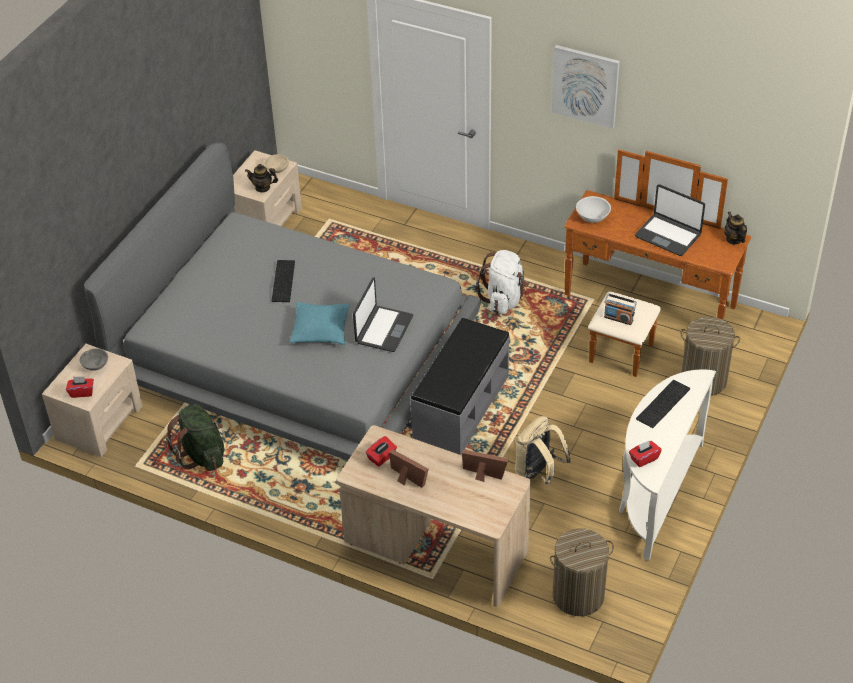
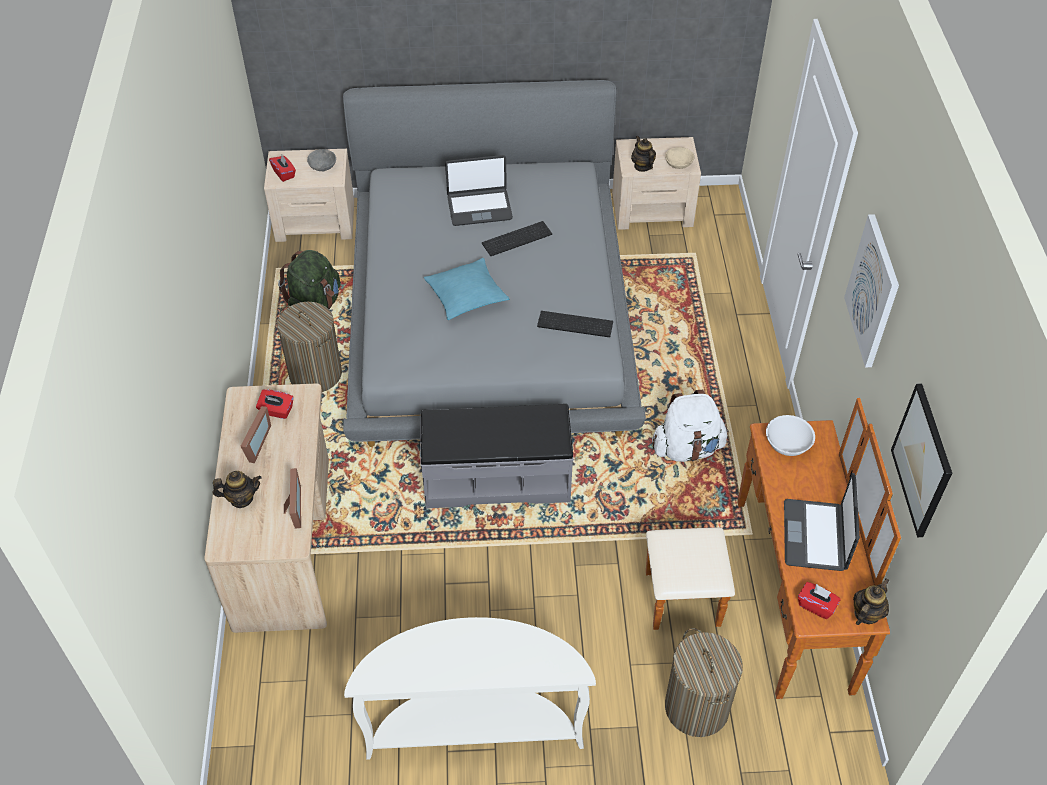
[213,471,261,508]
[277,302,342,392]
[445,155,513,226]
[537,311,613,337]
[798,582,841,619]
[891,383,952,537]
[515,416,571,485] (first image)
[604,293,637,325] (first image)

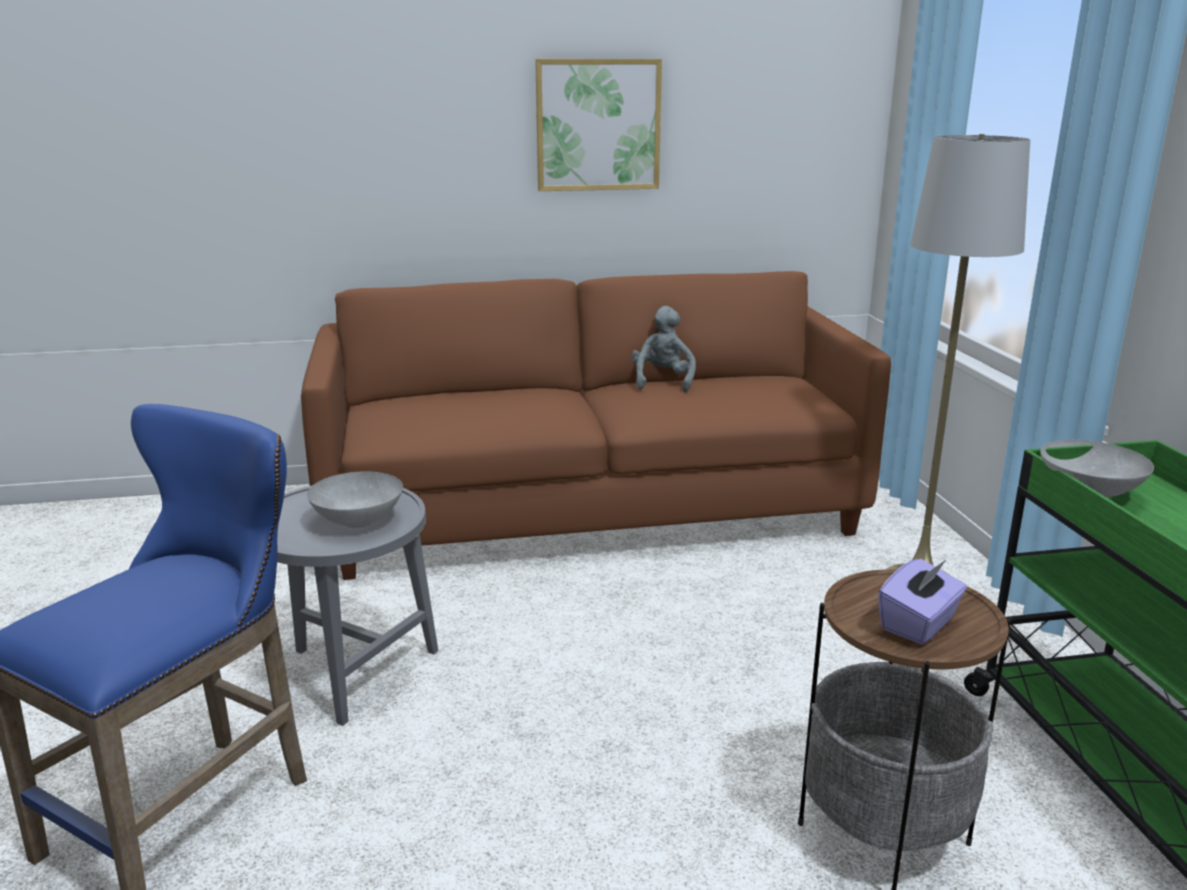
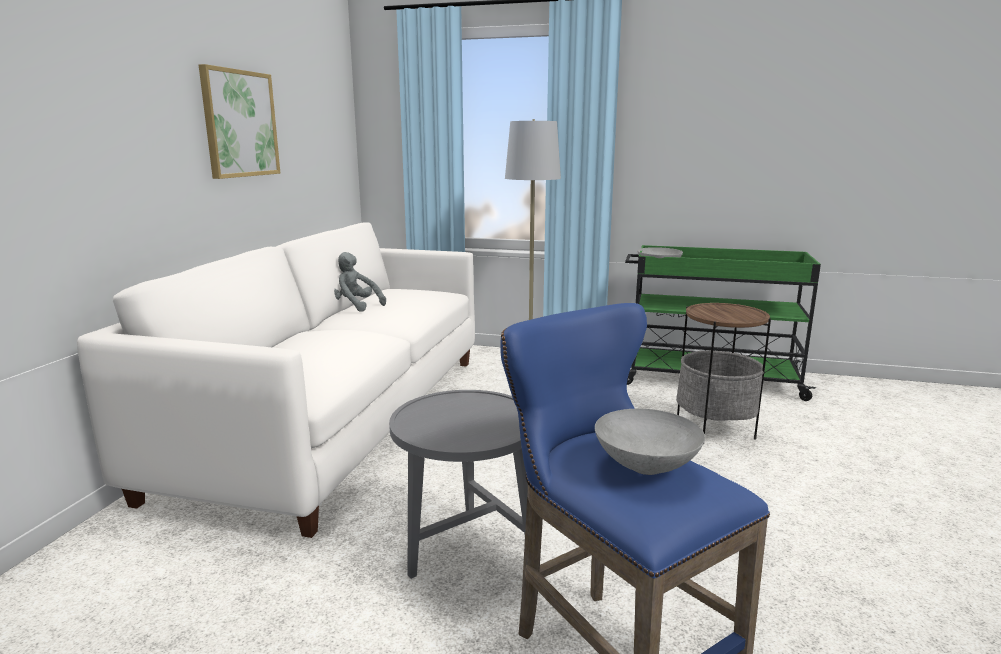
[77,222,475,538]
[595,409,705,475]
[878,559,967,644] (first image)

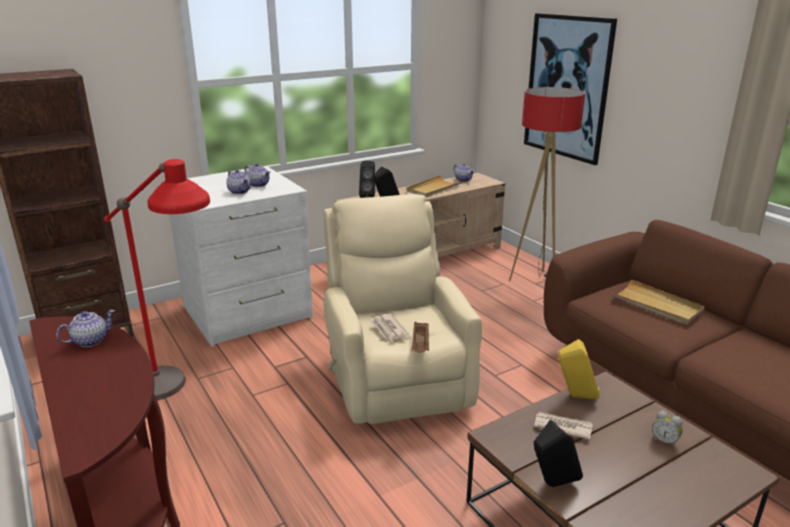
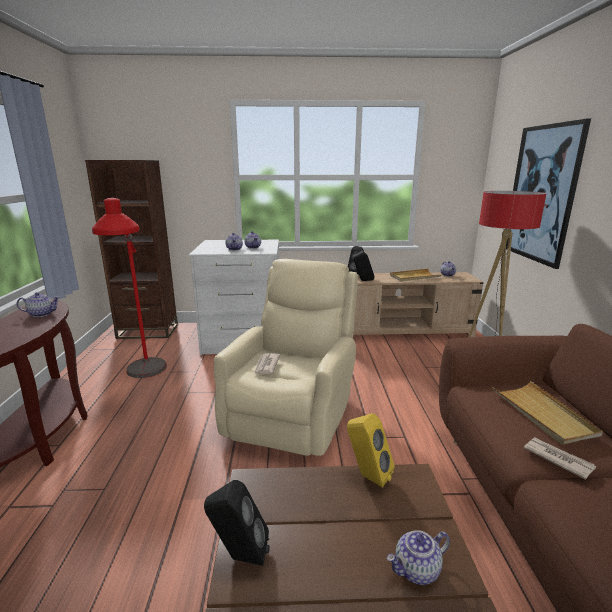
[387,530,450,585]
[524,437,596,480]
[412,322,429,352] (first image)

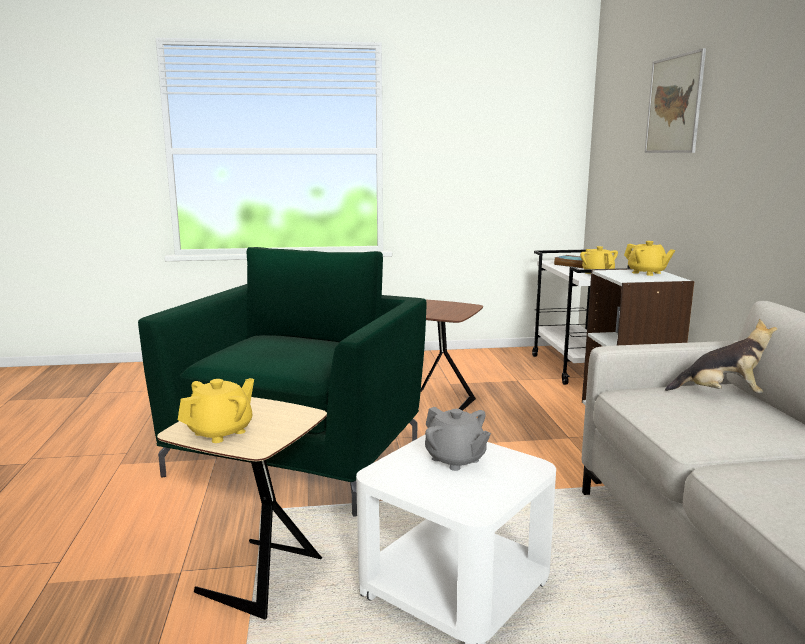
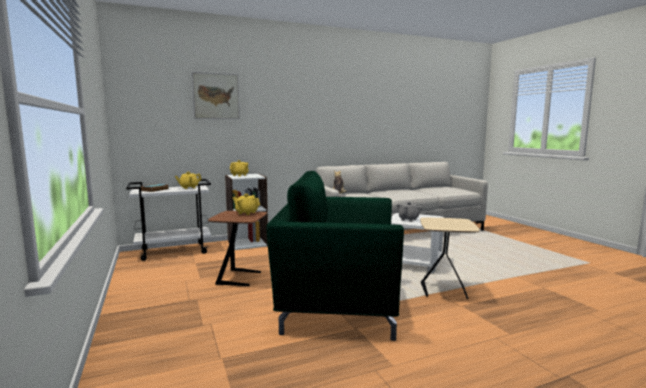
[232,194,260,215]

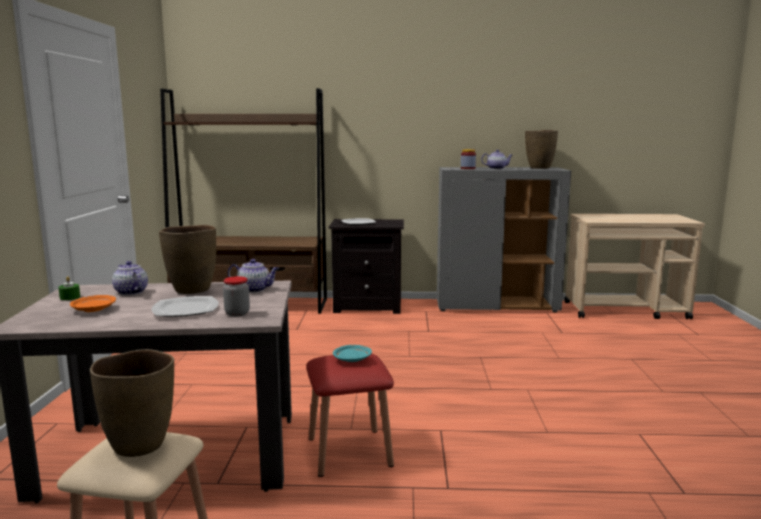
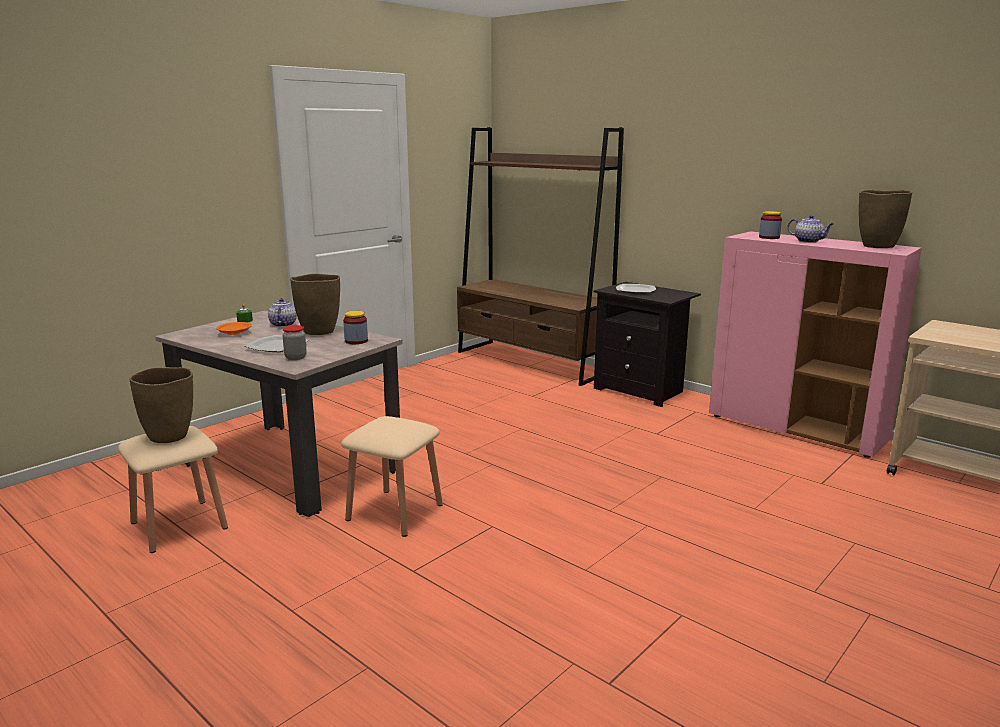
[341,416,443,537]
[343,311,368,344]
[709,231,922,458]
[333,345,372,362] (first image)

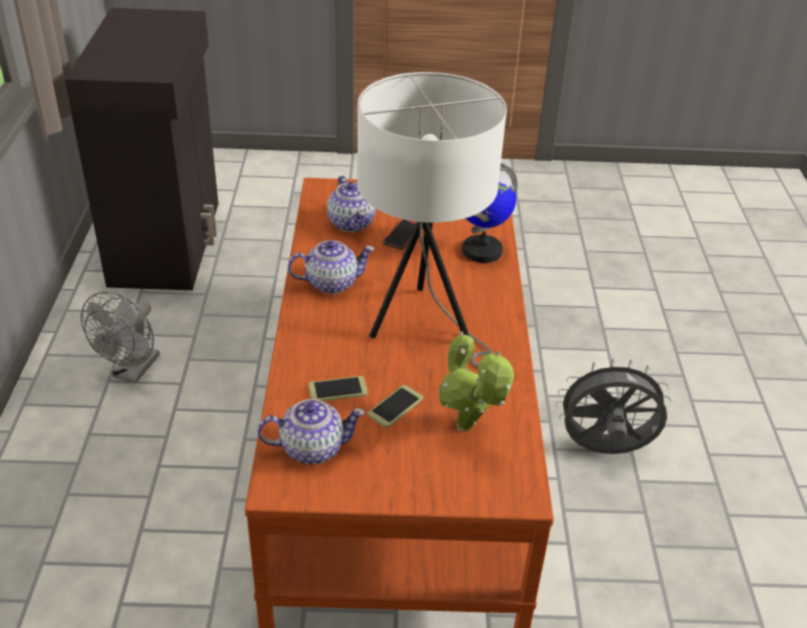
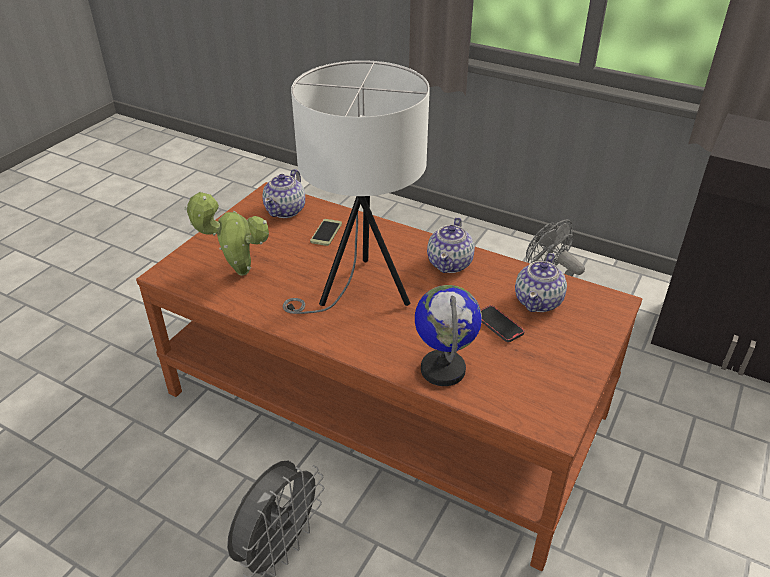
[515,253,567,312]
[367,385,423,428] (first image)

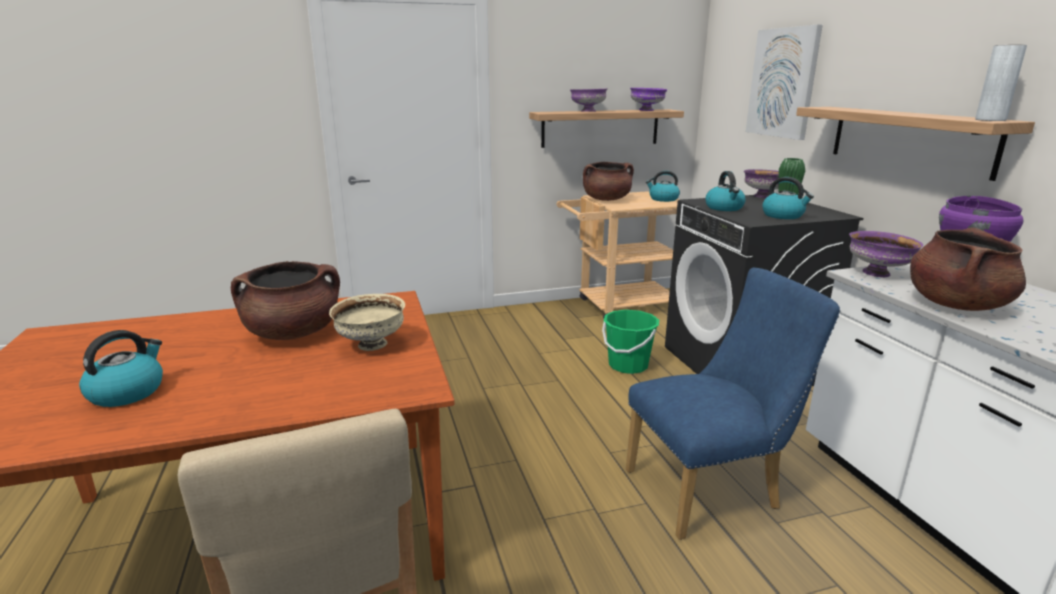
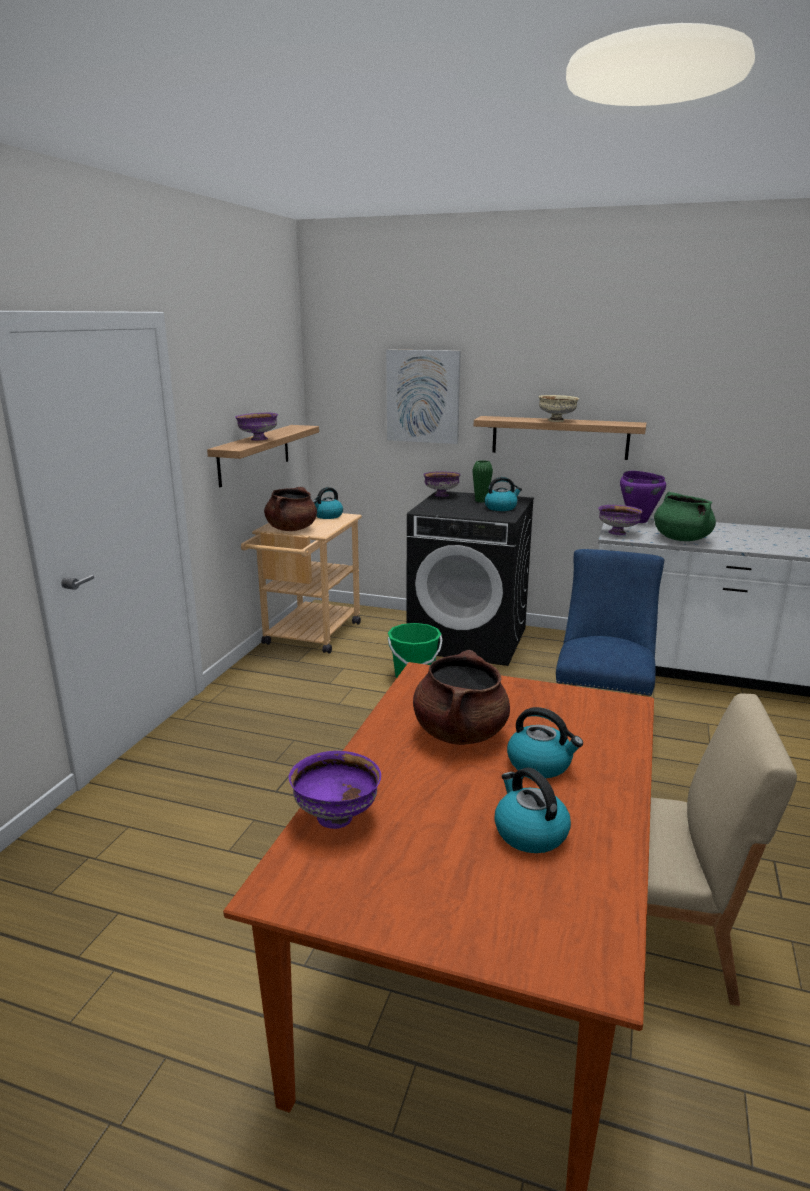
[289,751,381,829]
[507,707,583,778]
[538,395,579,422]
[654,492,716,541]
[975,45,1027,121] (first image)

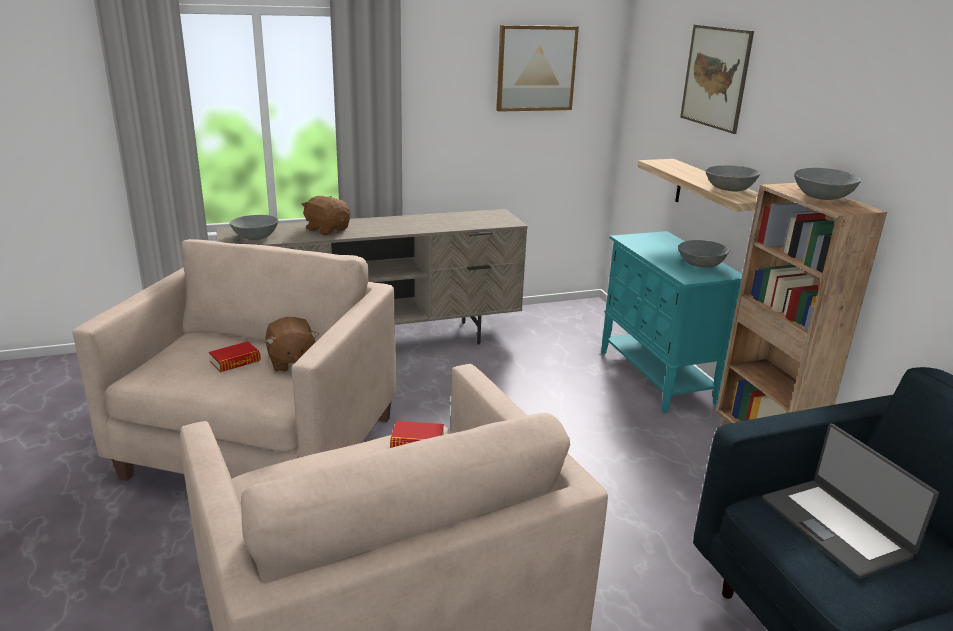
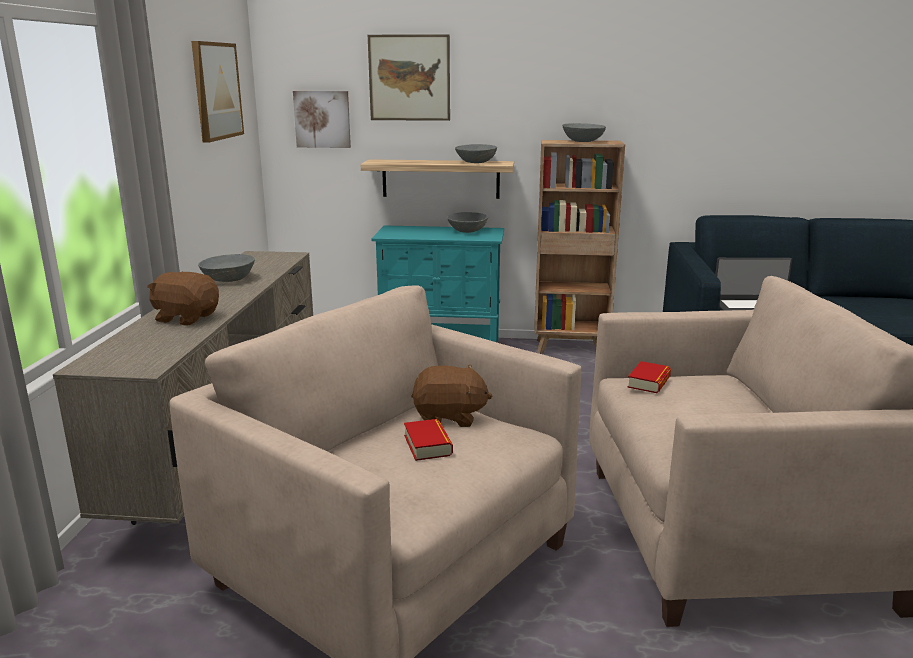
[147,271,219,326]
[198,254,255,282]
[293,91,351,148]

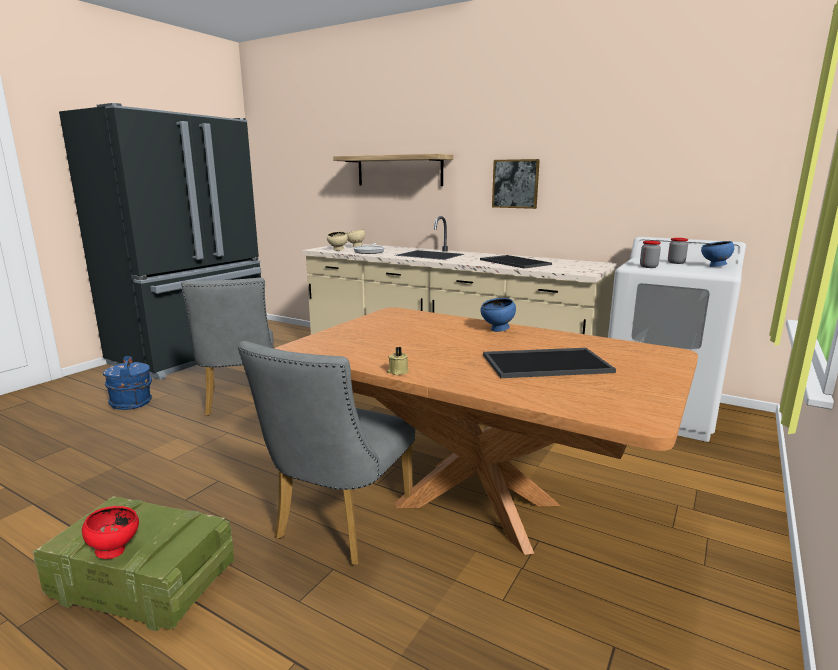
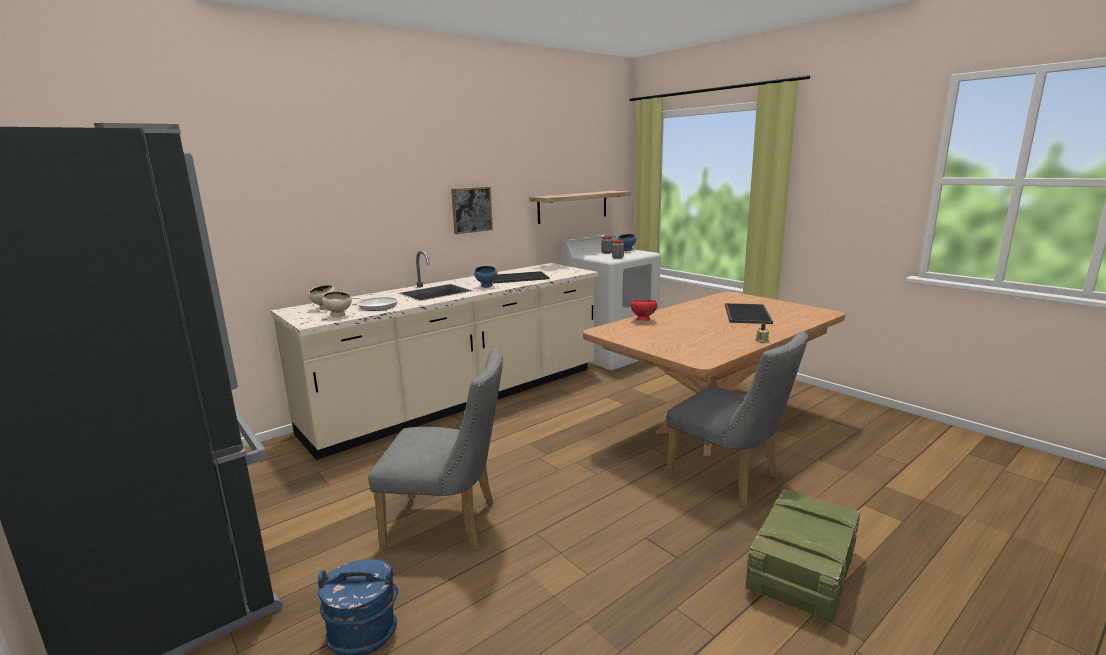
[474,266,497,288]
[529,191,631,224]
[631,300,657,320]

